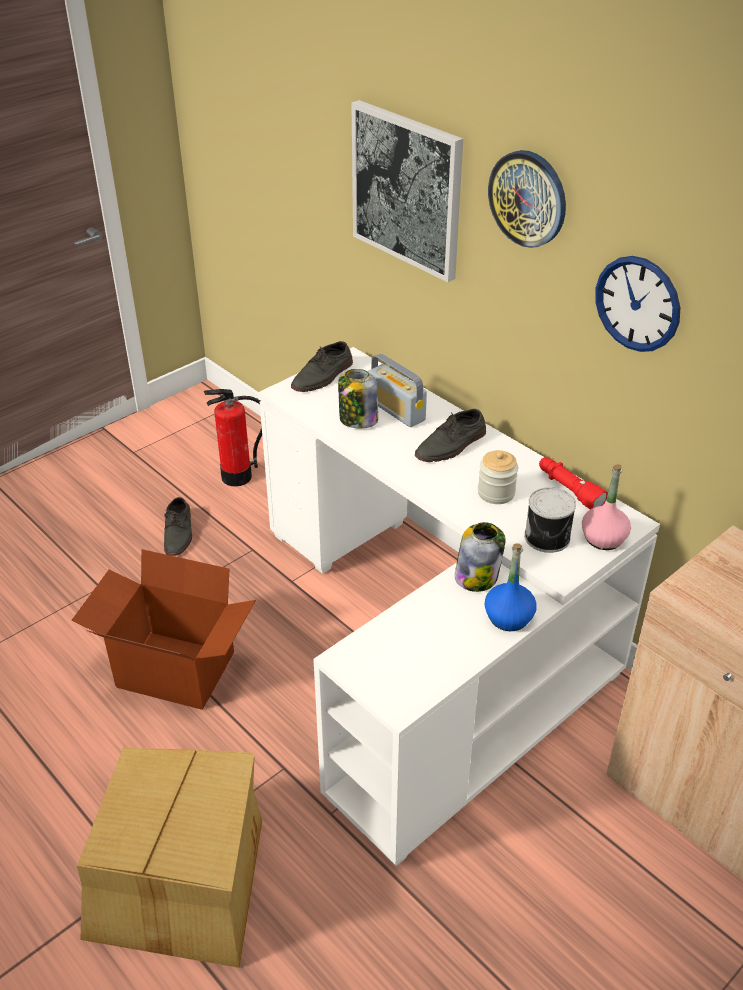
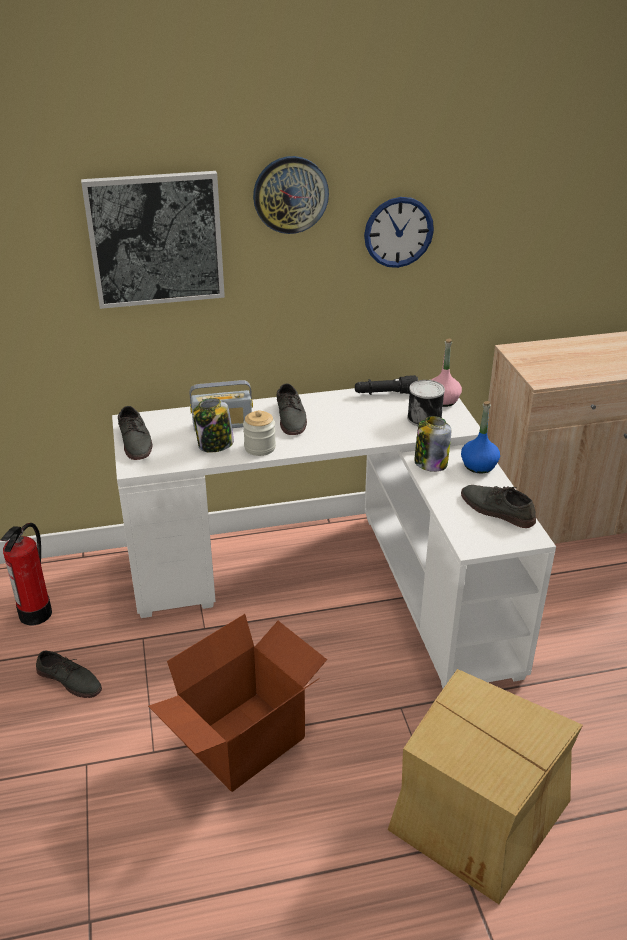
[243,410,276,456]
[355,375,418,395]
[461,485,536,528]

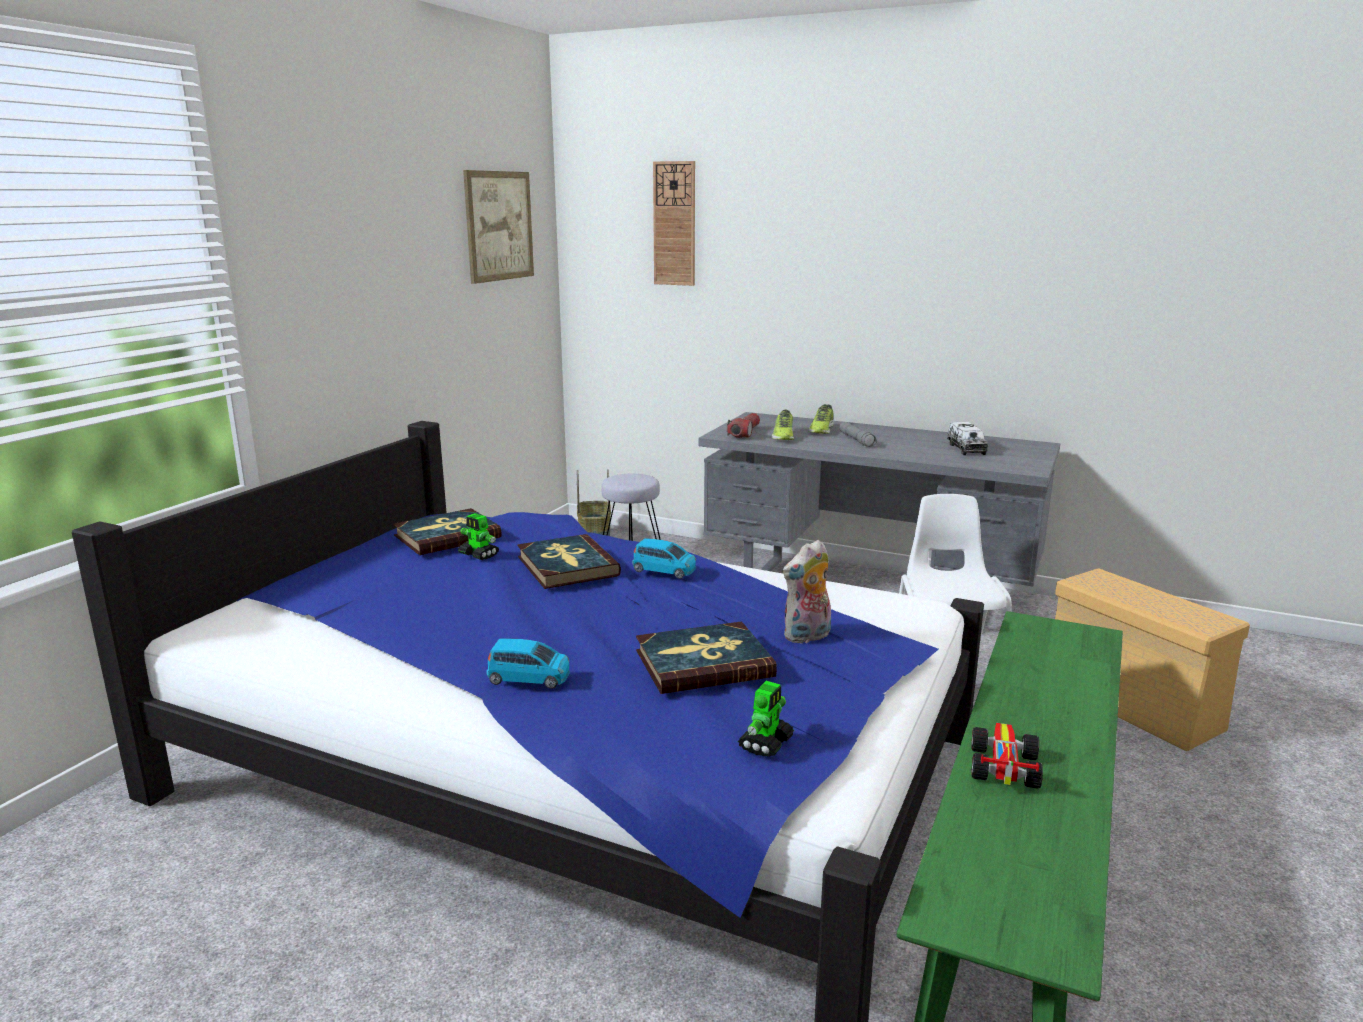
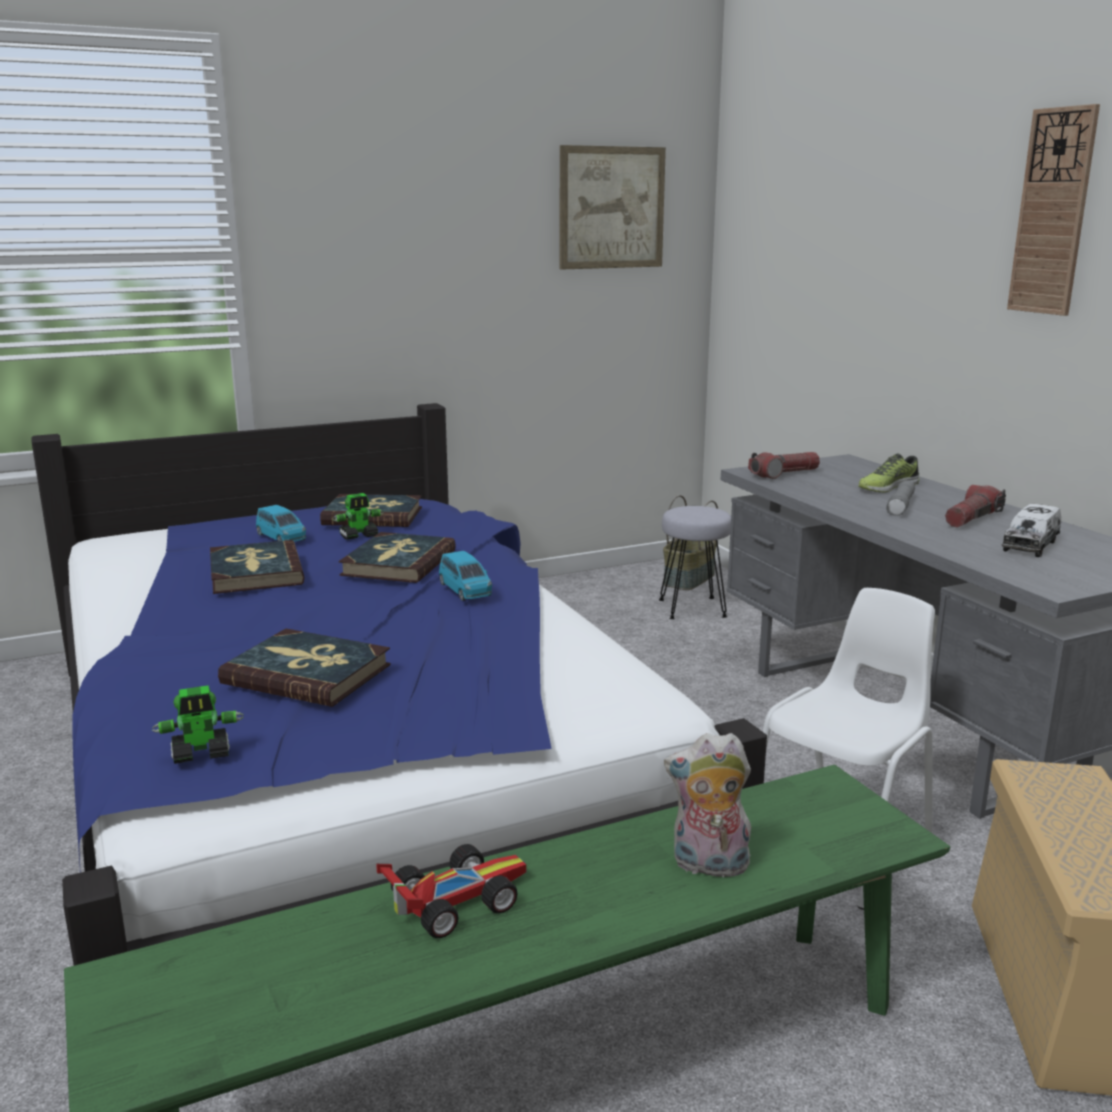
[210,540,305,594]
[256,505,306,542]
[332,493,384,540]
[664,733,751,882]
[945,485,1006,528]
[1007,104,1100,316]
[772,410,794,440] (first image)

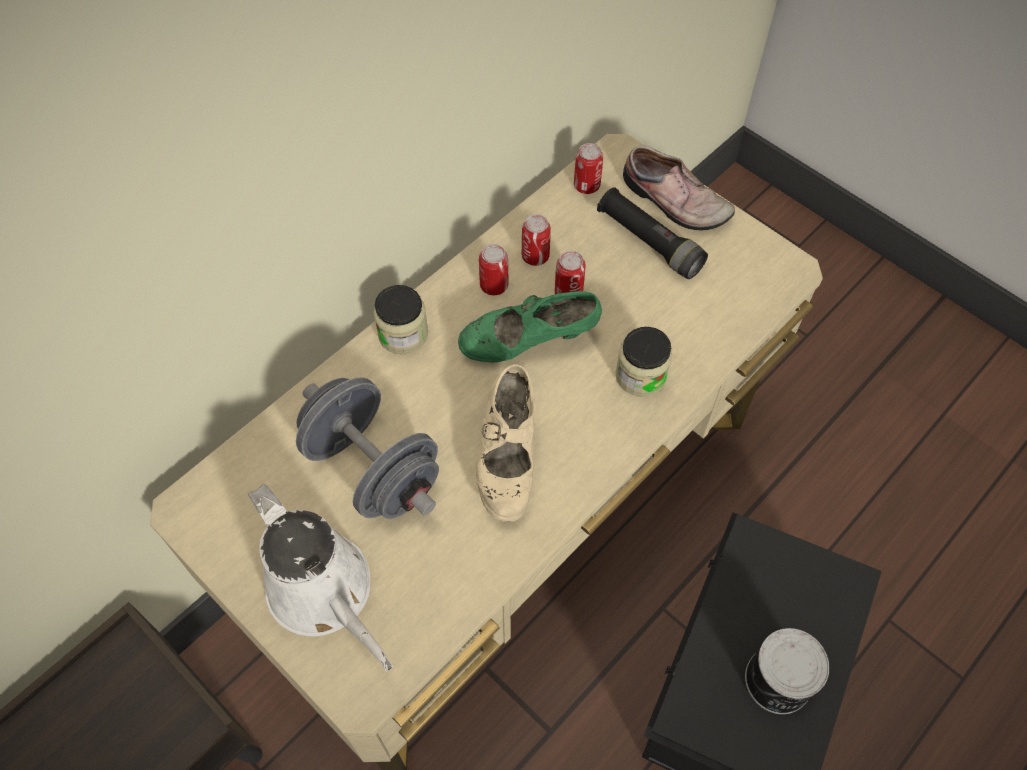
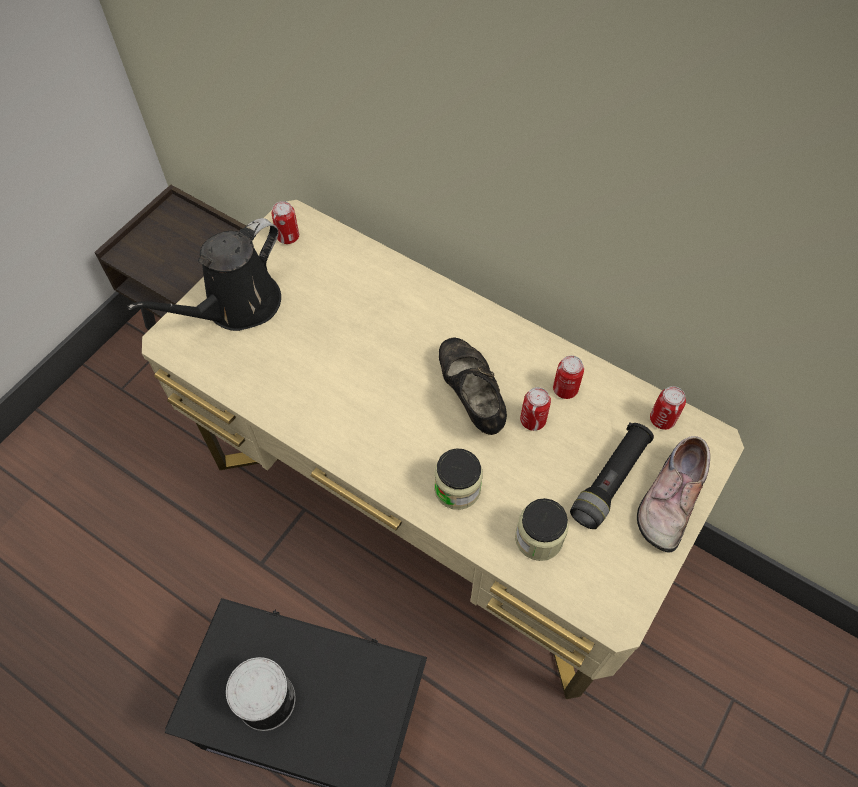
[127,218,281,331]
[271,201,299,244]
[439,338,507,435]
[515,498,569,561]
[296,377,439,519] (first image)
[476,364,535,522] (first image)

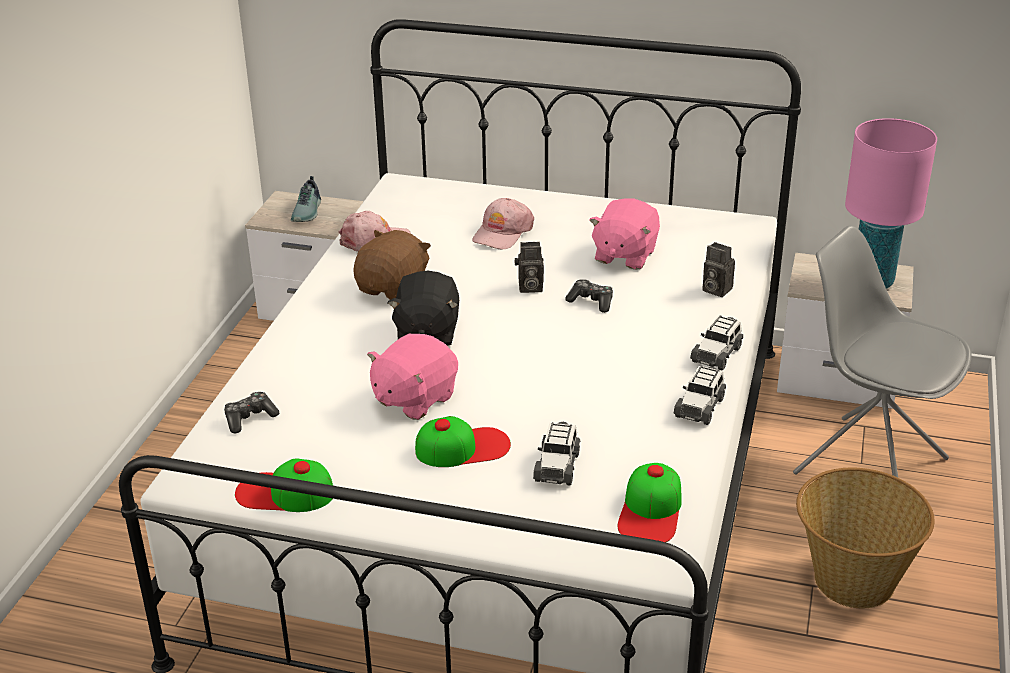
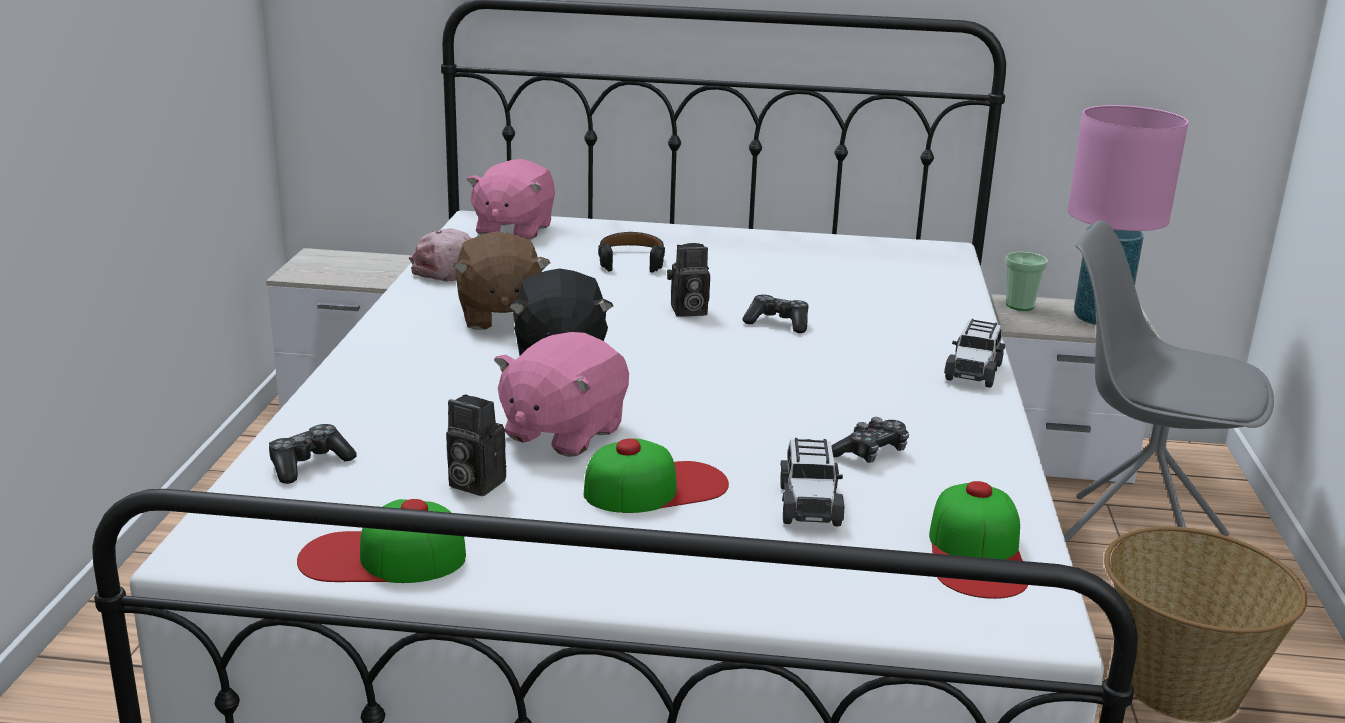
[446,394,506,496]
[453,231,550,330]
[466,159,555,240]
[598,232,665,273]
[832,417,909,463]
[1005,252,1048,311]
[291,176,321,222] (first image)
[673,365,726,425] (first image)

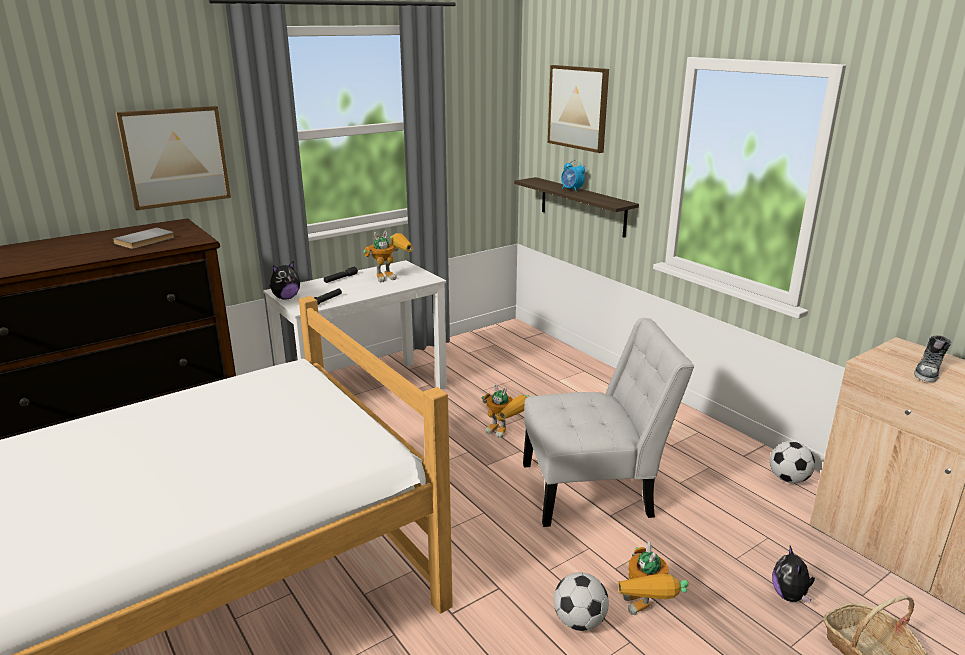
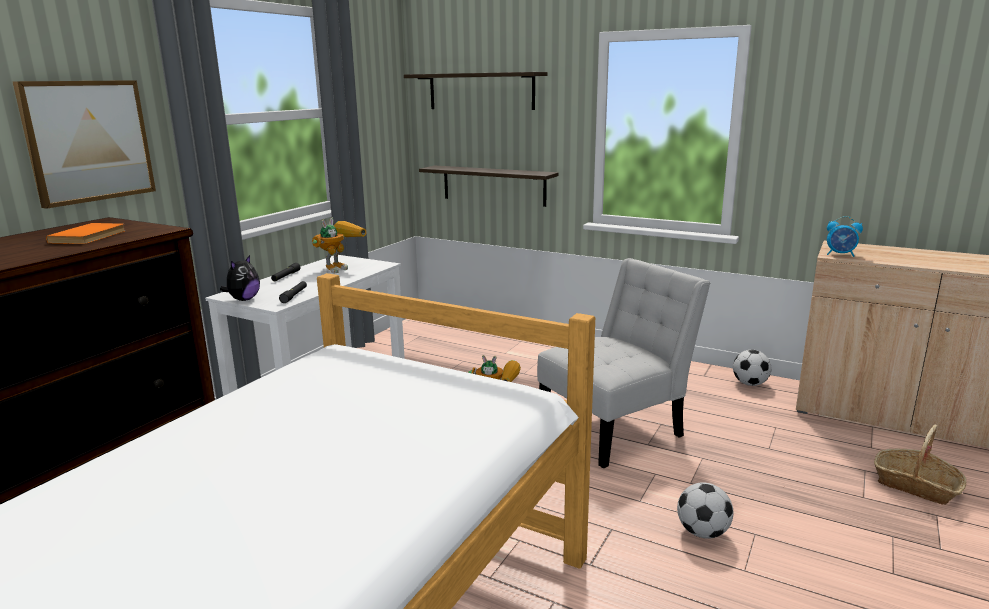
[46,223,126,244]
[404,72,548,110]
[827,216,863,257]
[618,541,689,615] (first image)
[772,546,815,604] (first image)
[914,335,951,382] (first image)

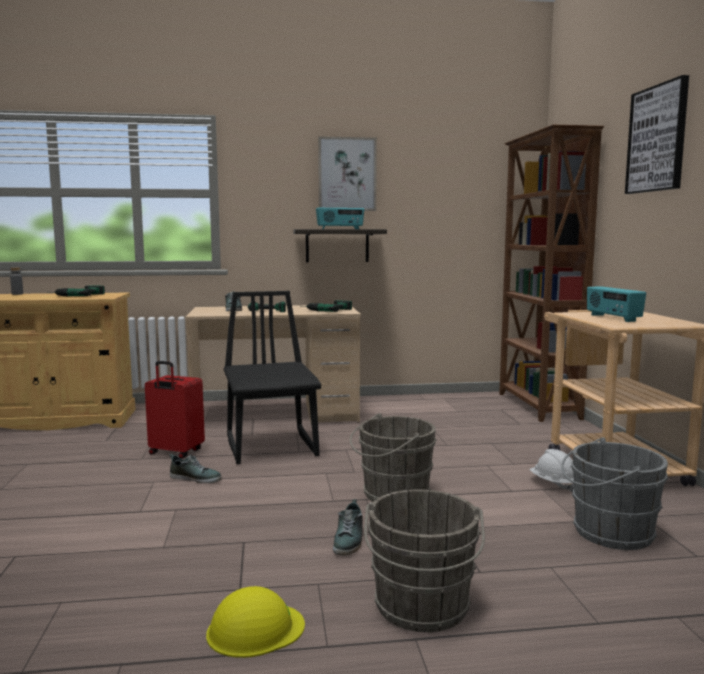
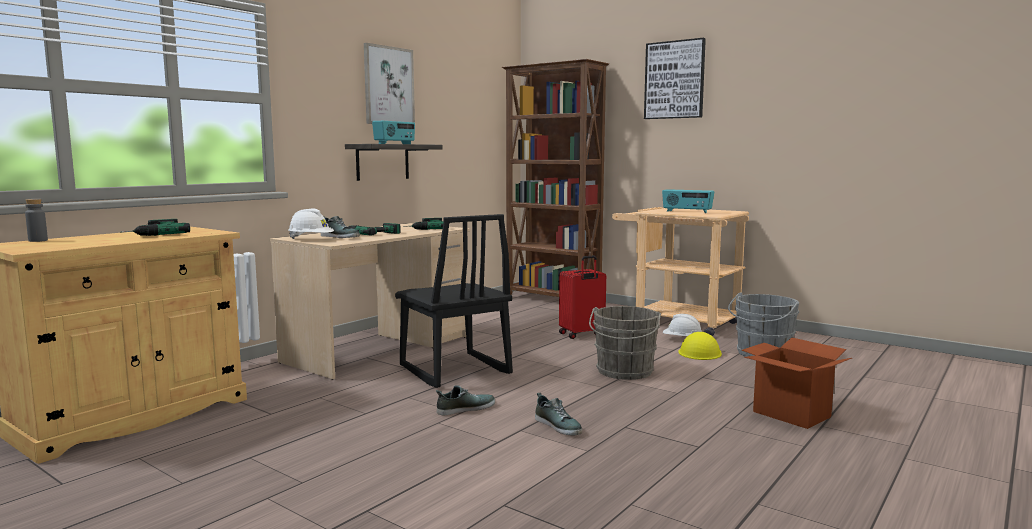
[288,208,334,239]
[395,214,513,388]
[535,393,582,435]
[559,255,606,339]
[678,332,722,360]
[742,337,852,429]

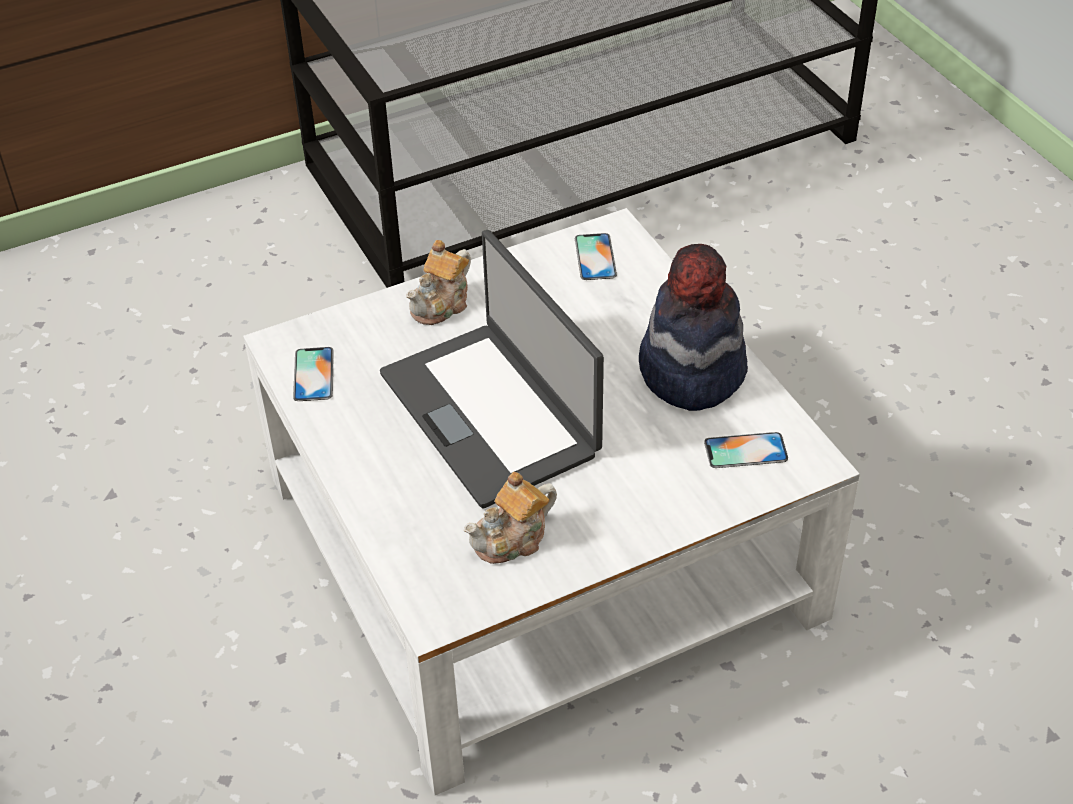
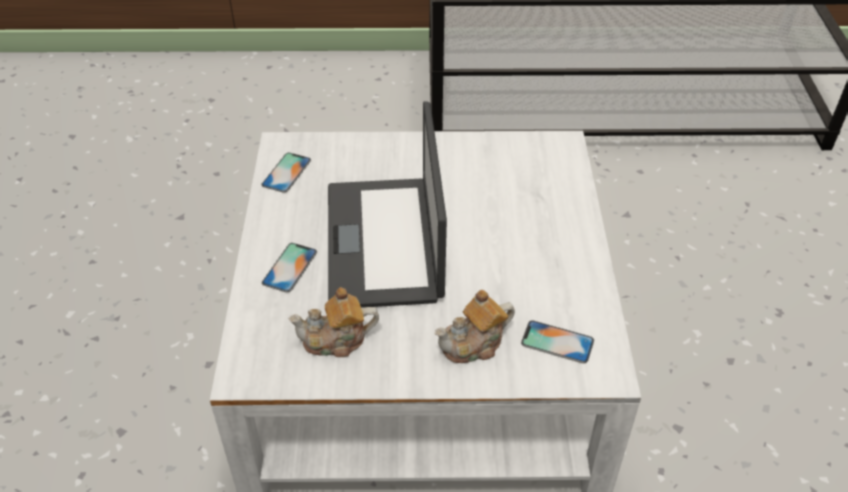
[262,243,317,293]
[435,290,515,363]
[639,244,748,411] (first image)

